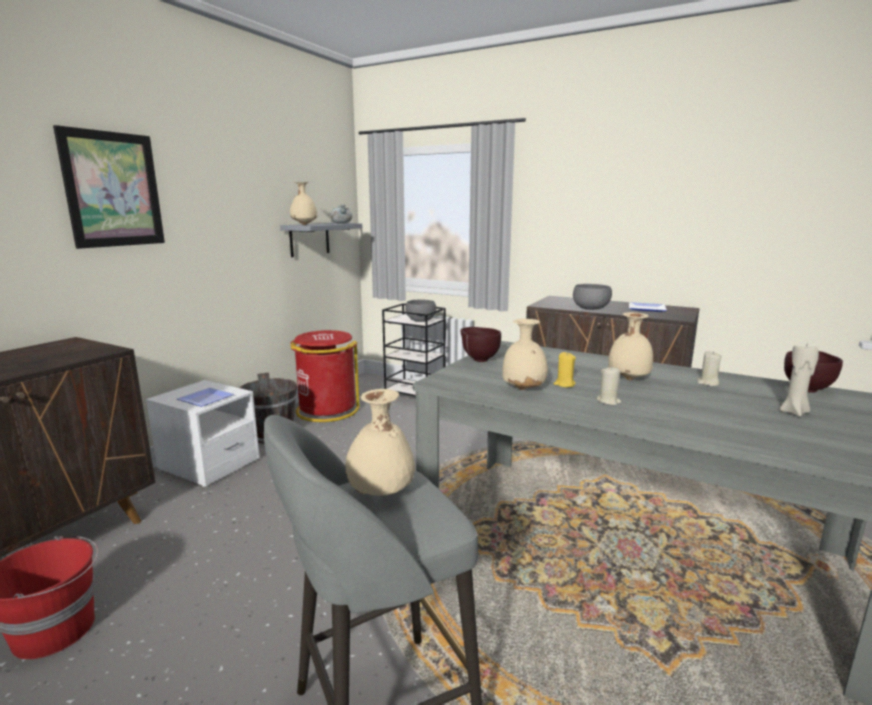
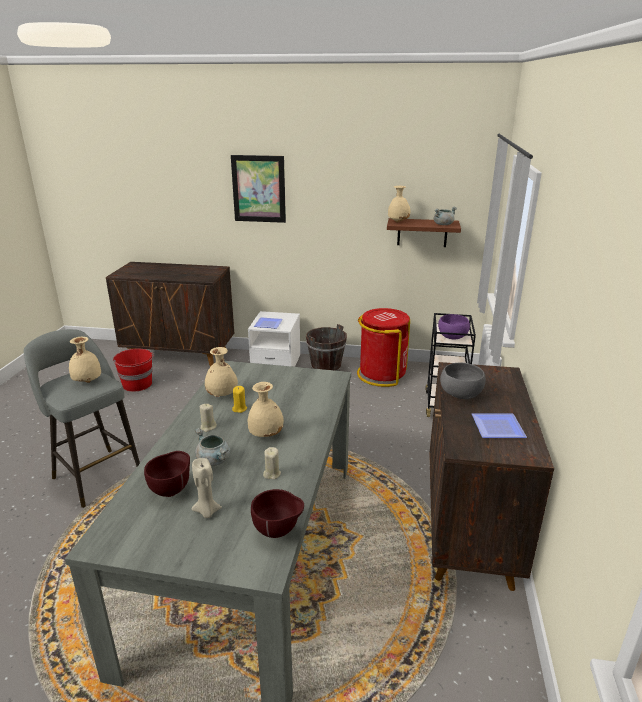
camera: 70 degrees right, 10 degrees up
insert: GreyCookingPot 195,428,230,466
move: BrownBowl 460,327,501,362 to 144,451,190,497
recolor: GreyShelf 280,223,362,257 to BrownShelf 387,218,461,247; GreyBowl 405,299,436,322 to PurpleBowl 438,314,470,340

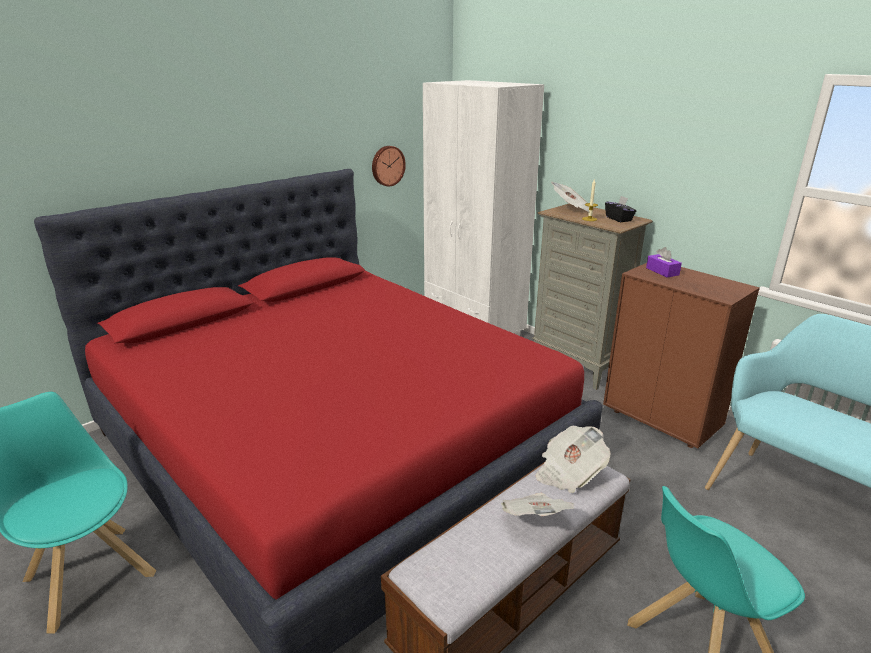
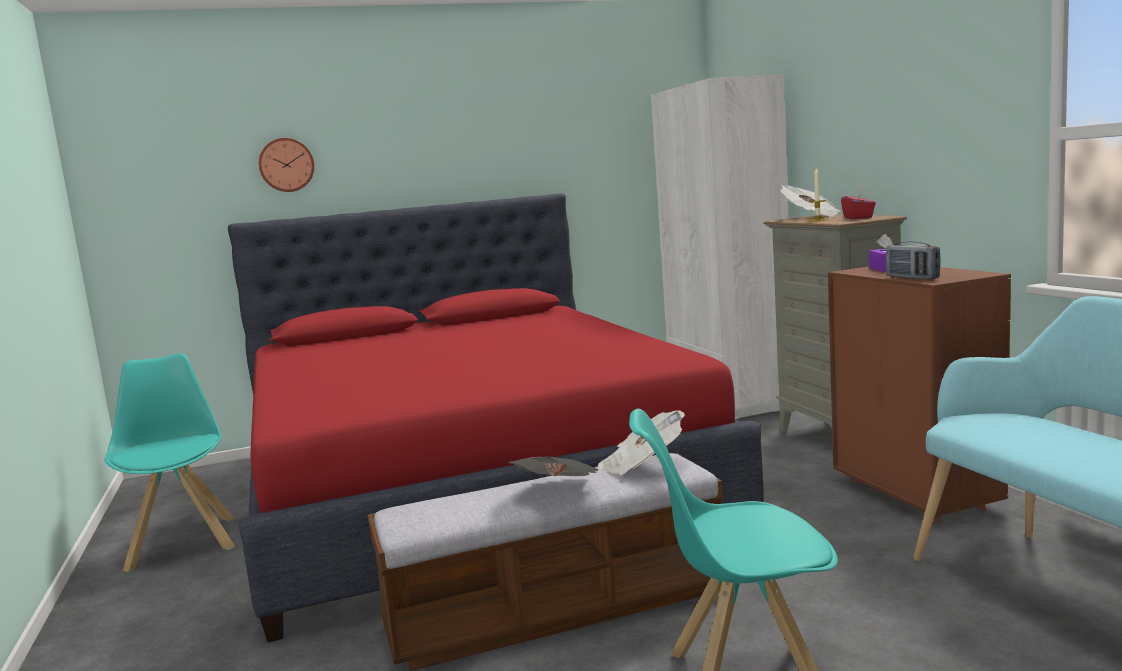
camera: 25 degrees right, 15 degrees down
insert: Radio 886,241,941,280
move: WallClock 372,146,406,186 to 259,138,314,192
recolor: BlackTissueBox 605,196,636,222 to RedTissueBox 841,188,876,219

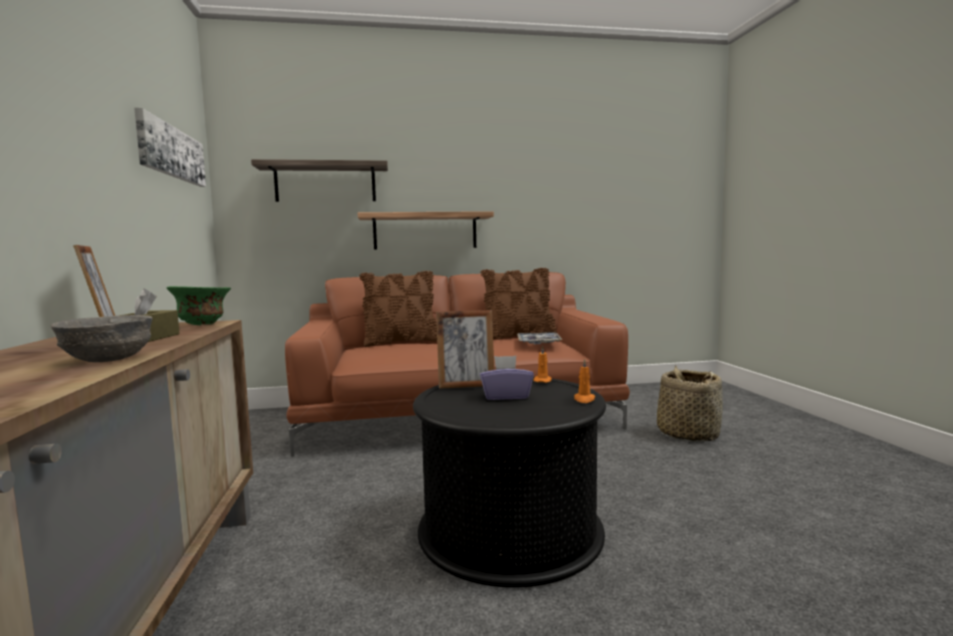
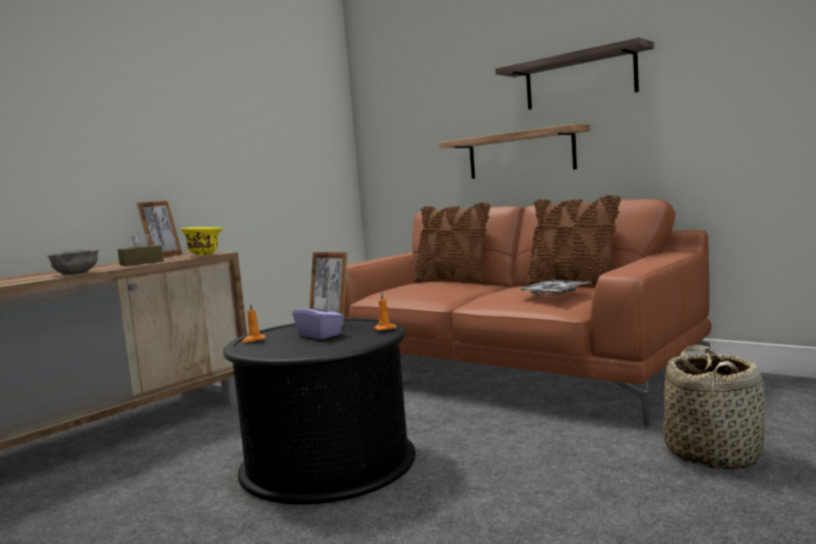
camera: 50 degrees right, 0 degrees up
delete: Picture 134,108,206,187
move: Shelf 251,159,388,202 to 495,37,654,110; OrangeCandle 574,359,595,403 to 242,303,265,343
recolor: GreenBowl 166,286,231,325 to YellowBowl 180,227,222,255

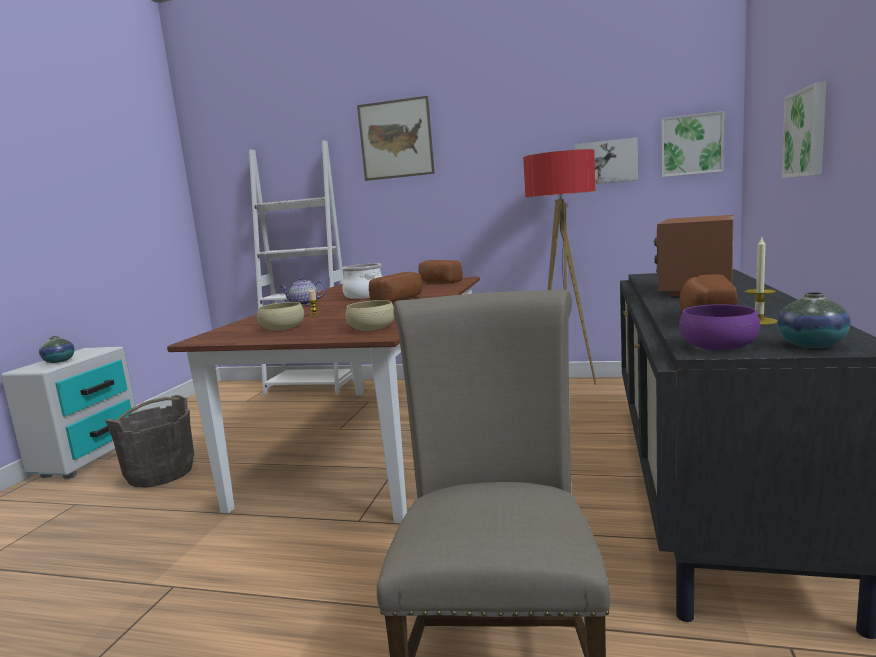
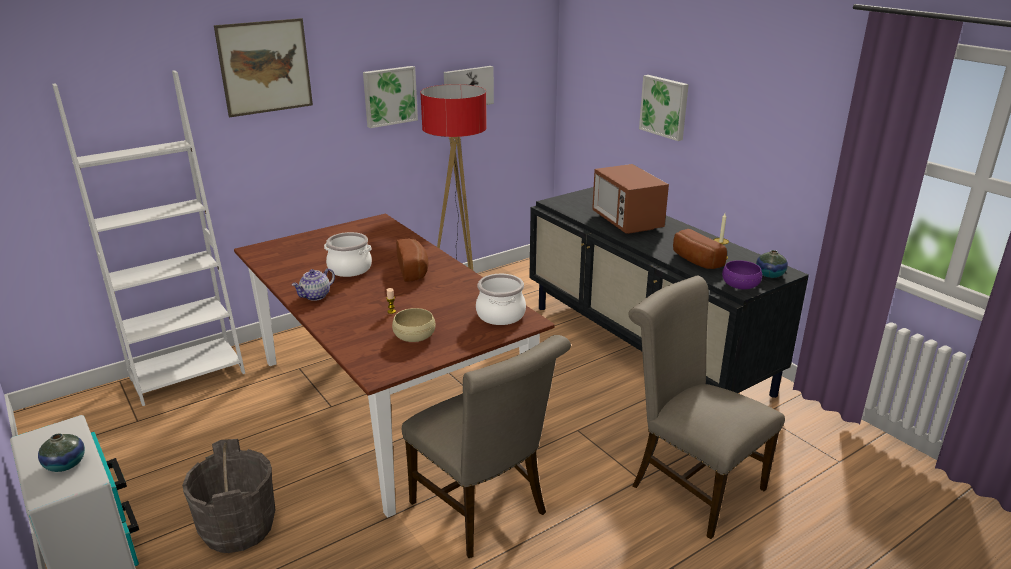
camera: 50 degrees left, 15 degrees up
delete: Bread 418,260,463,283
insert: BeigeChair 402,335,571,558
move: Picture 661,111,724,177 to 363,66,418,128
replace: BeigeBowl 346,300,394,331 to CookingPot 476,274,526,325

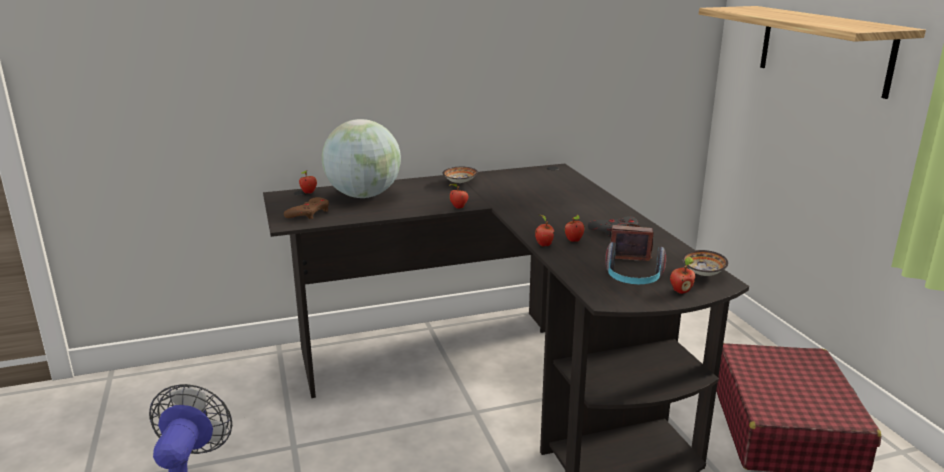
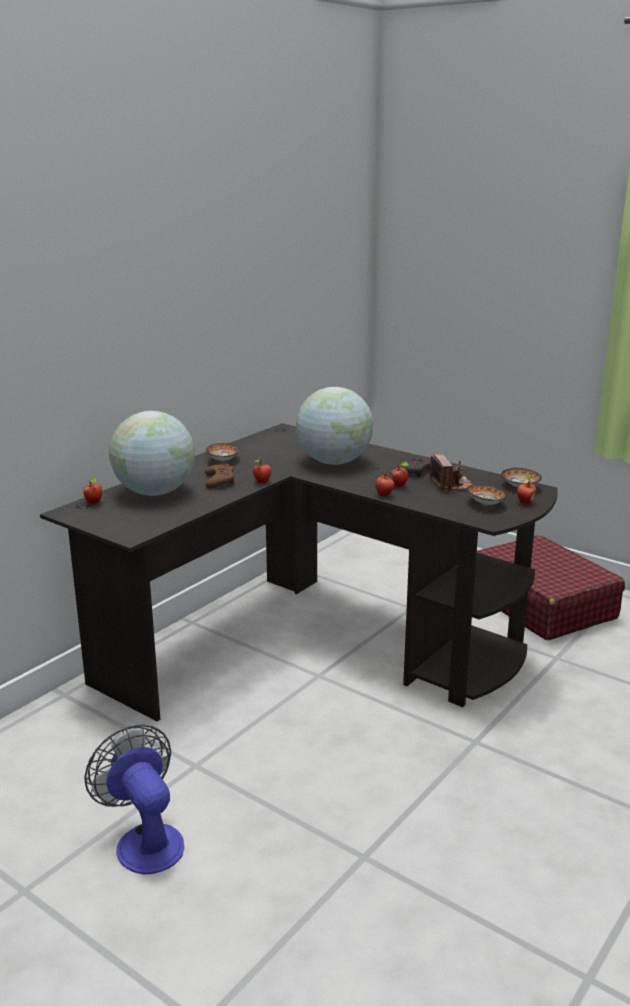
camera: 35 degrees left, 0 degrees up
delete: Shelf 699,6,926,99
insert: Globe 296,387,373,465
move: BrownGameController 284,197,329,219 to 205,464,235,489
replace: Headphones 605,242,666,284 to Bowl 467,484,507,505
rotate: PhotoCamera 611,223,654,261 = 429,454,472,492 105 degrees clockwise

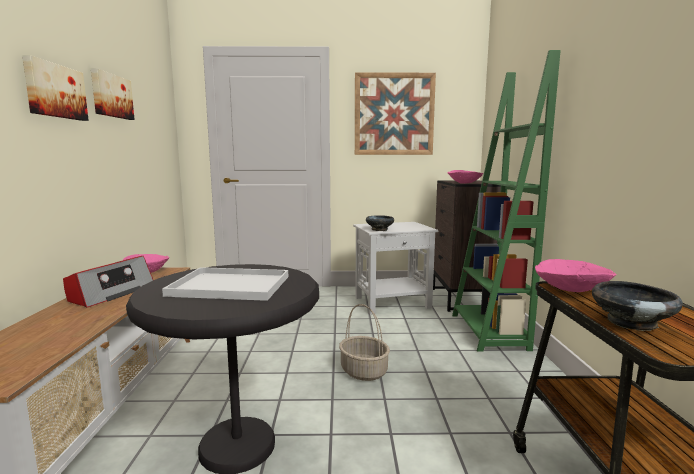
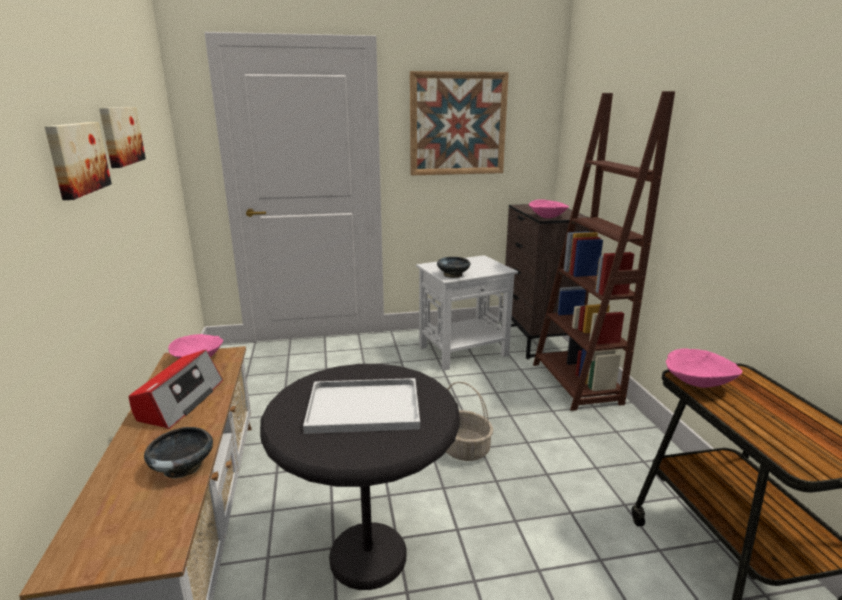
camera: 10 degrees left, 10 degrees up
move: BlackBowl 592,281,683,331 to 144,427,213,479
recolor: GreenBookcase 452,50,561,352 to BrownBookcase 533,91,675,411

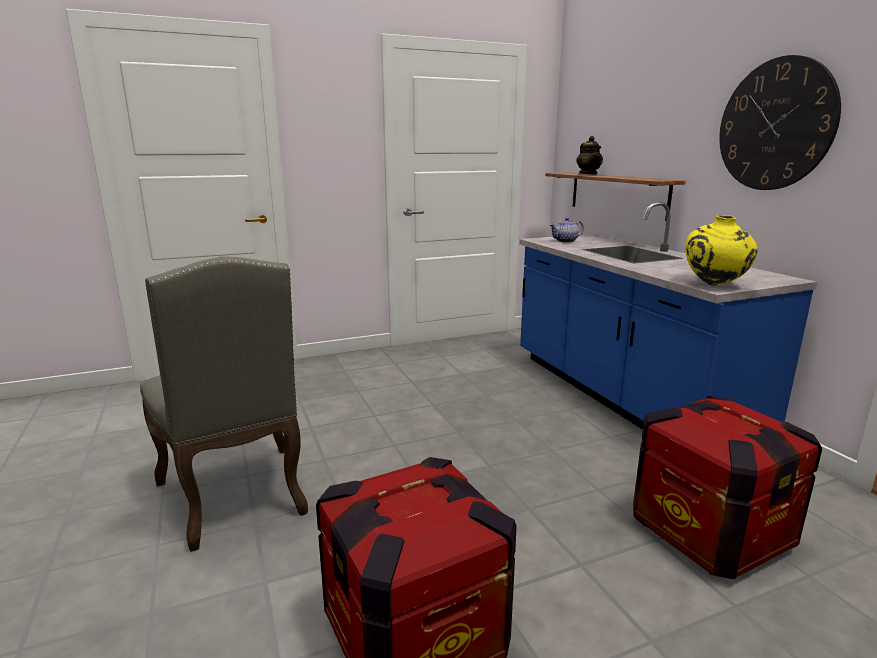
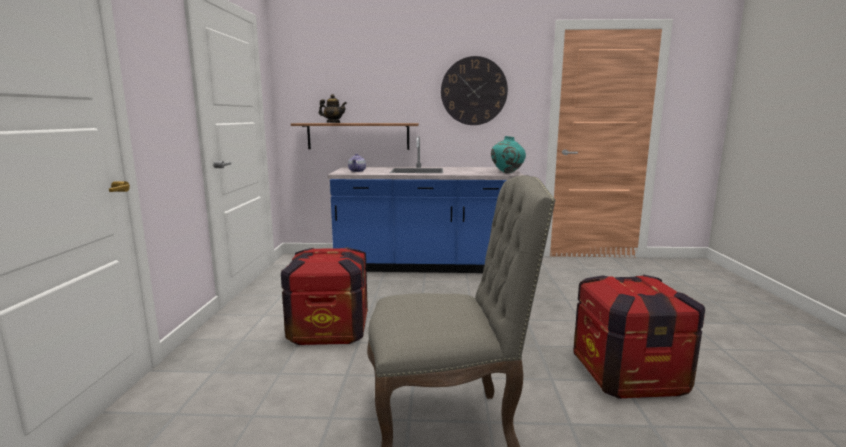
camera: 65 degrees left, 5 degrees down
move: Crate 633,396,822,579 to 281,247,368,345
recolor: YellowVase 685,215,758,285 to TurquoiseVase 491,136,526,174

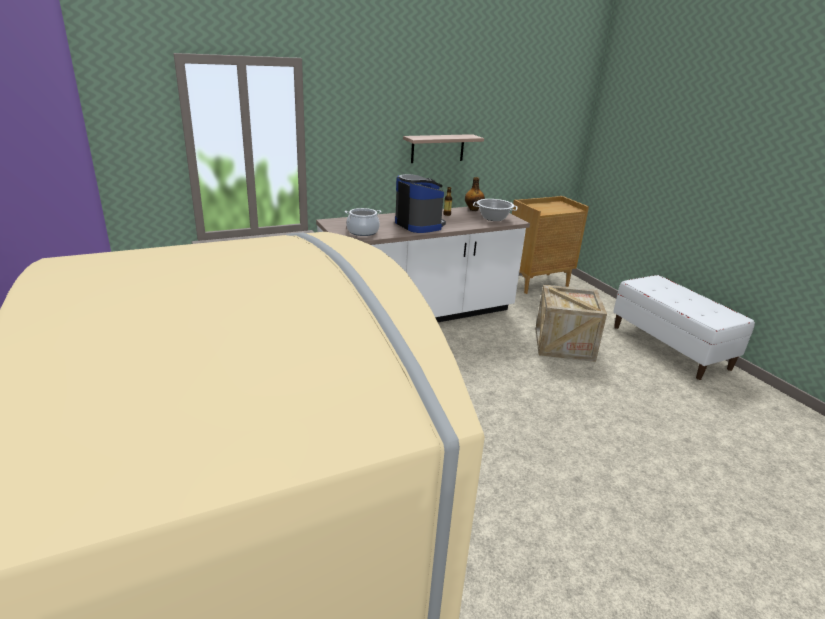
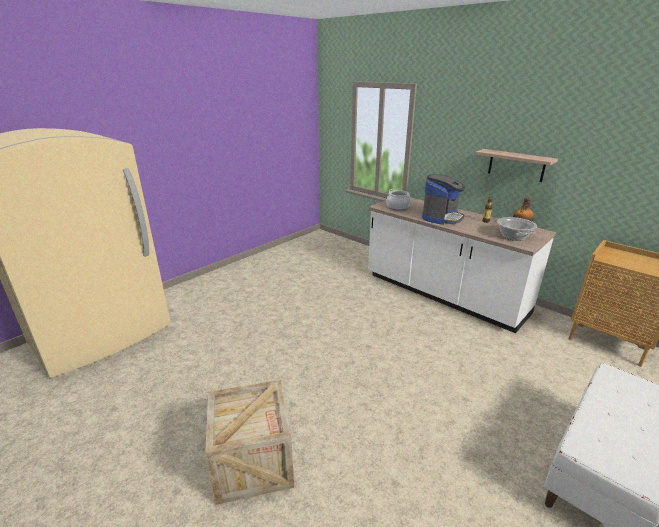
camera: 70 degrees right, 0 degrees up
move: Crate 535,285,607,362 to 205,380,294,505

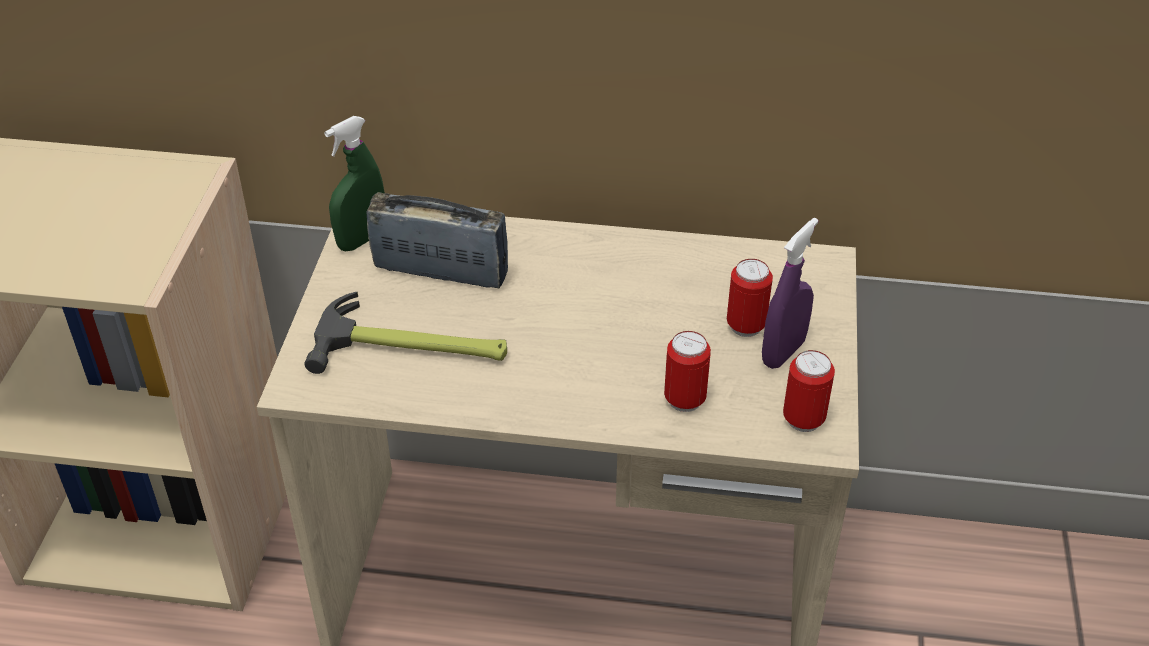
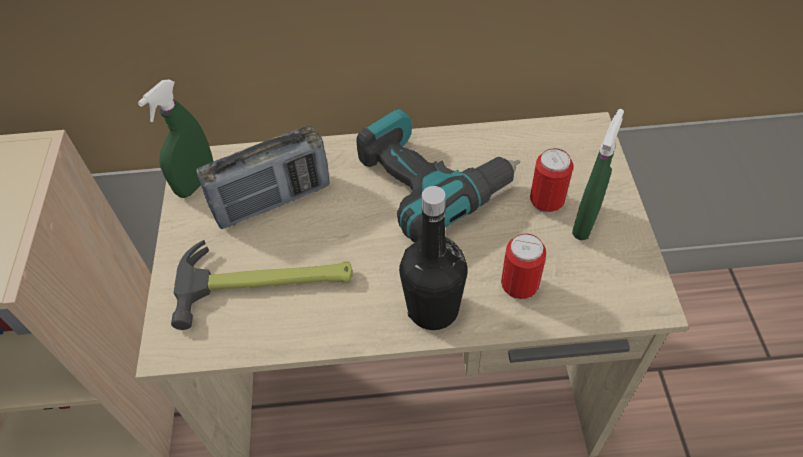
camera: 10 degrees left, 10 degrees up
delete: Can 783,350,835,432
insert: PowerDrill 356,109,520,242; BlackBottle 399,186,468,330
recolor: PurpleSprayBottle 762,218,818,369 to GreenSprayBottle 572,109,624,240
rotate: Radio 367,192,508,288 = 196,125,330,229 150 degrees clockwise

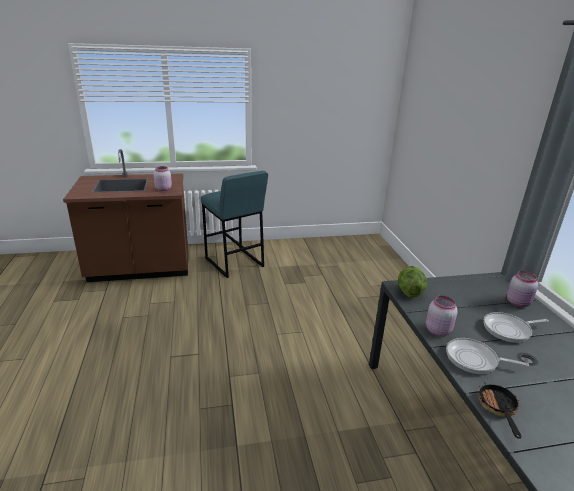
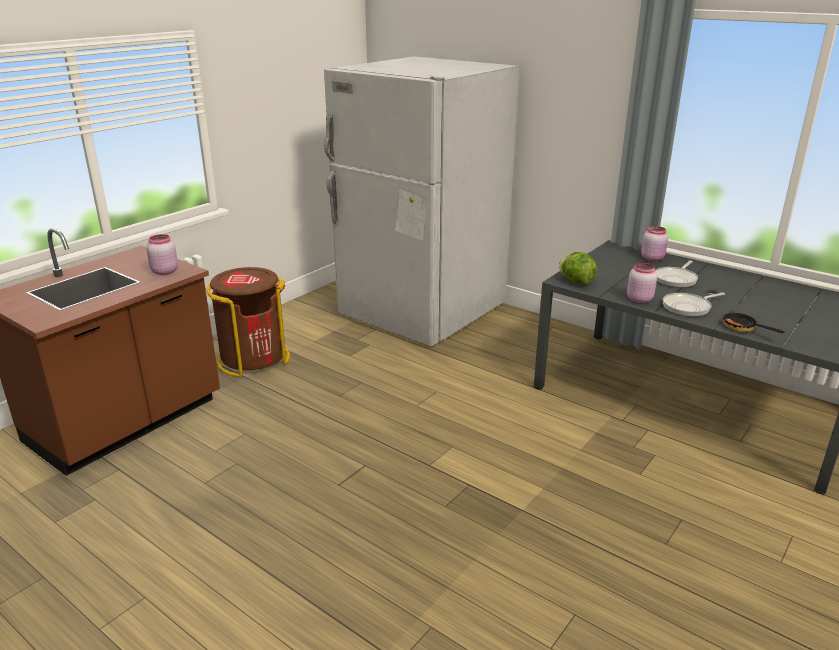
camera: 40 degrees left, 0 degrees up
insert: WhiteFridge 324,56,520,346
replace: TurquoiseStool 201,171,268,278 to BrownTrashCan 206,267,290,377

